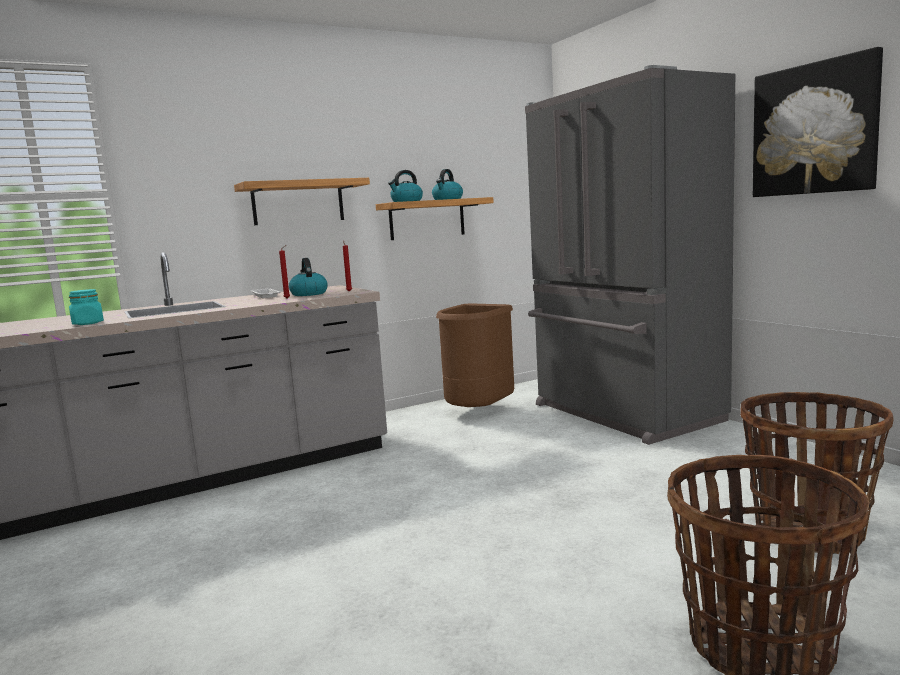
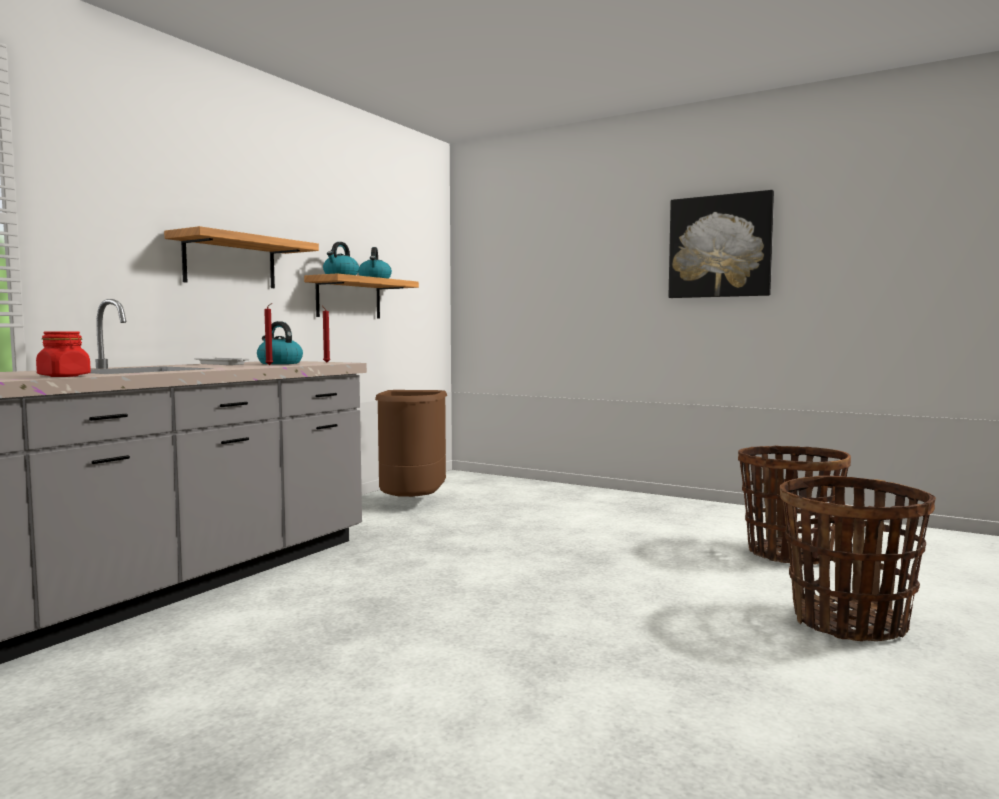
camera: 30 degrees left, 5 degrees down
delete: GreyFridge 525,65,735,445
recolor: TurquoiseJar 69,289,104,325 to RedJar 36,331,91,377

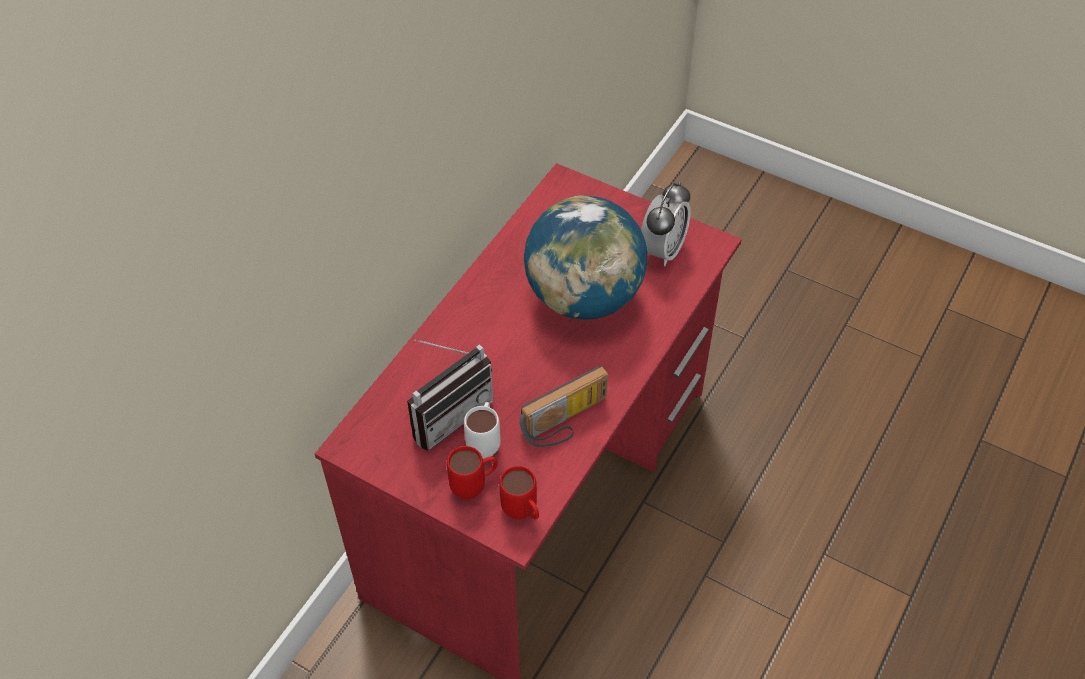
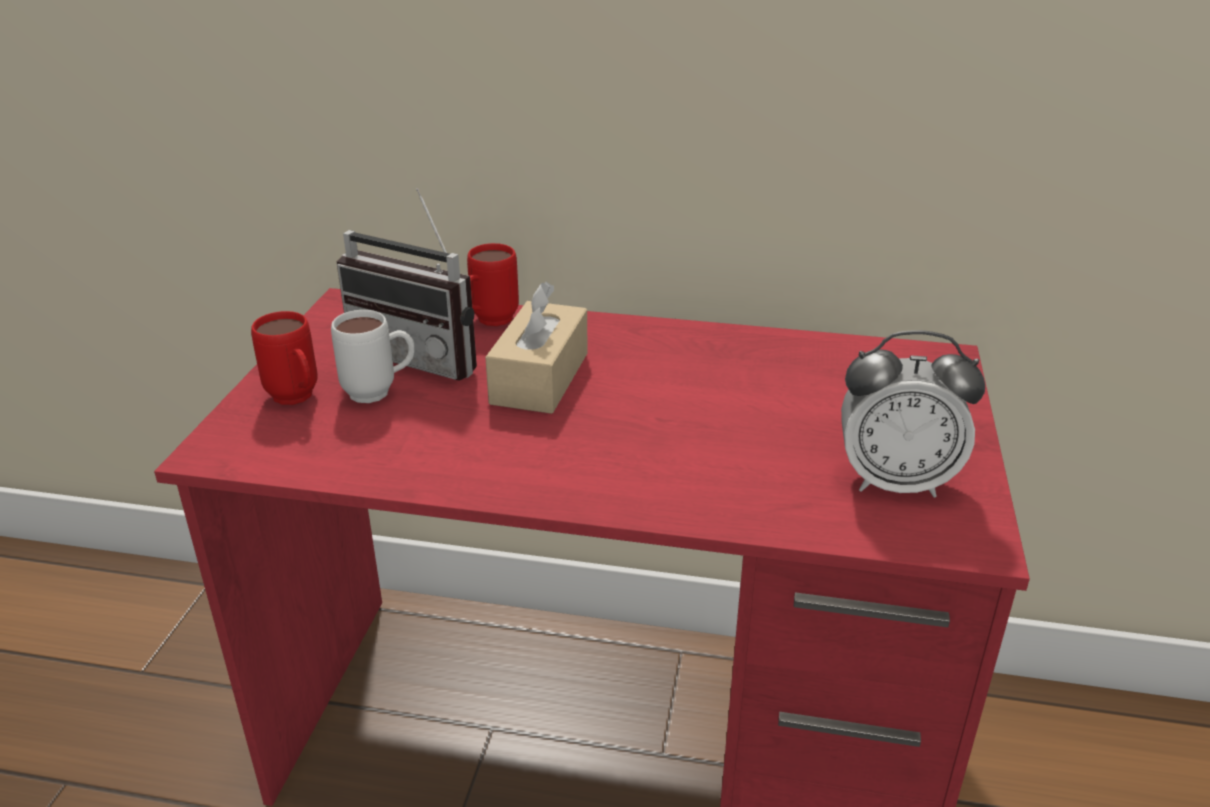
camera: 70 degrees right, 20 degrees down
delete: Globe 524,195,647,320; Radio 519,366,608,447
insert: BeigeTissueBox 485,282,588,414
move: RedMug 499,466,539,520 to 467,243,519,326

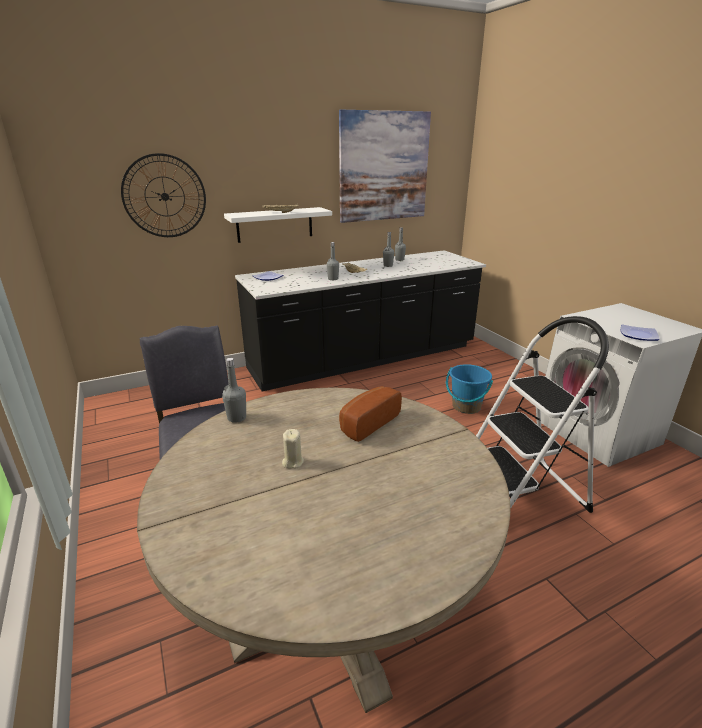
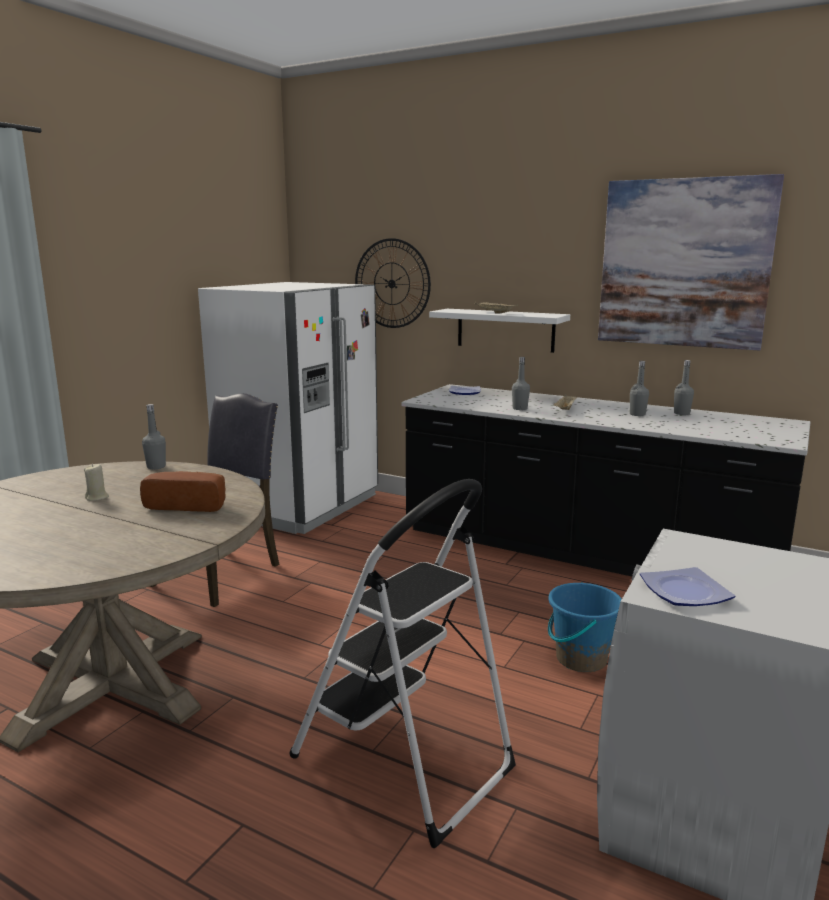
camera: 55 degrees right, 10 degrees down
insert: WhiteFridge 198,282,378,534

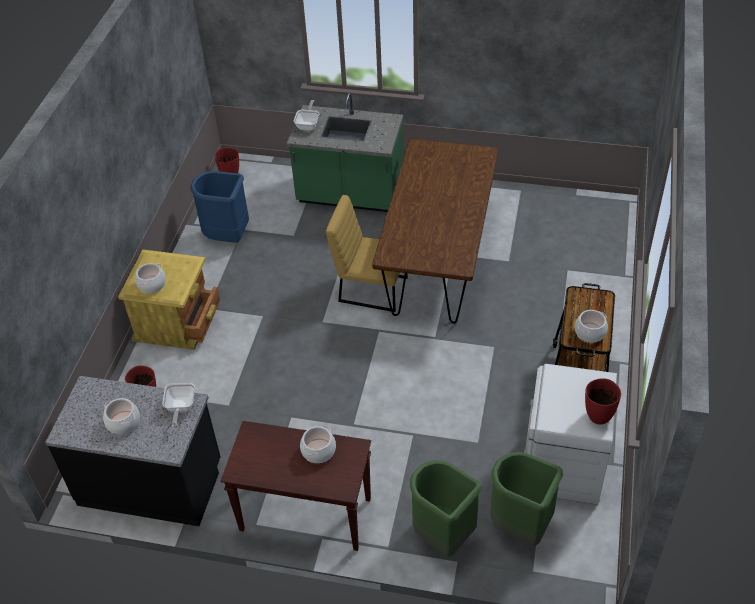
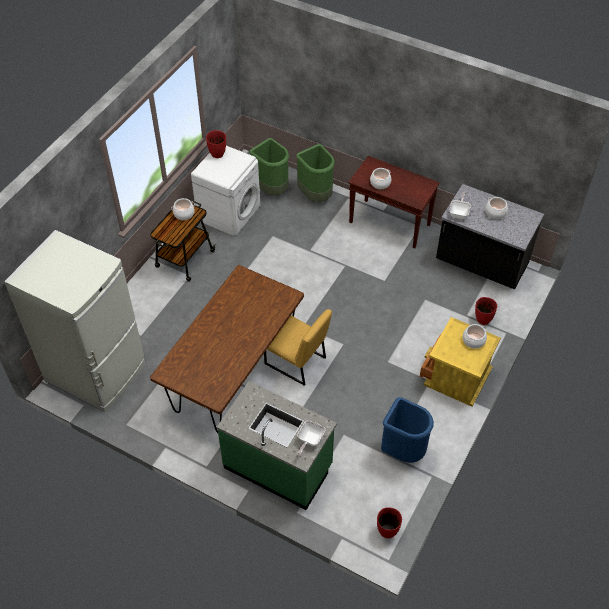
camera: 165 degrees left, 5 degrees up
insert: WhiteFridge 4,230,145,412

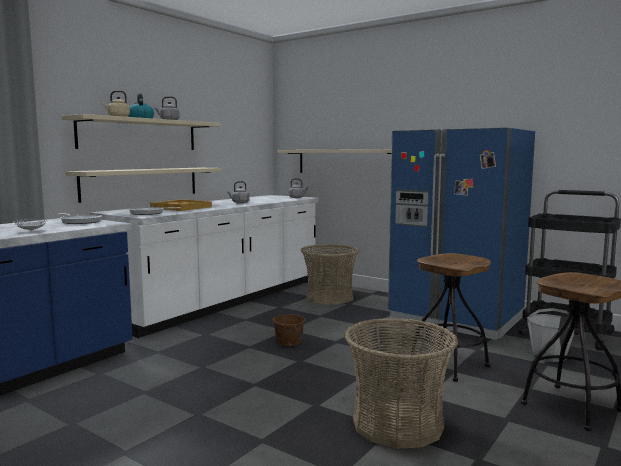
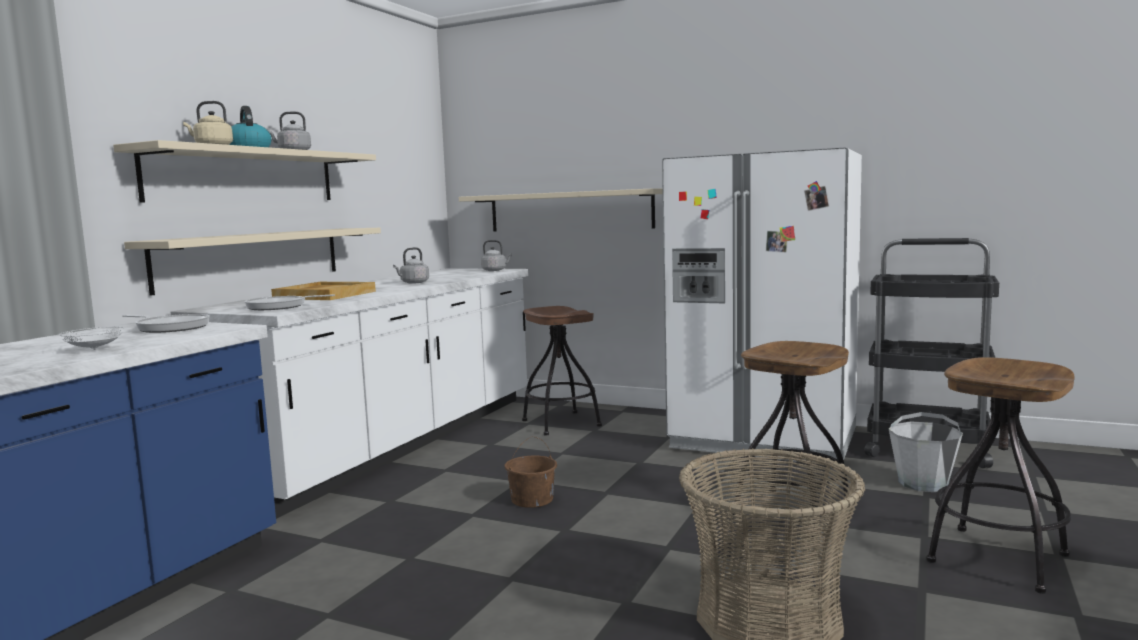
camera: 10 degrees left, 0 degrees up
replace: Basket 301,244,359,304 to BrownStool 522,306,602,436
recolor: BlueFridge 388,127,535,340 to WhiteFridge 662,148,862,462

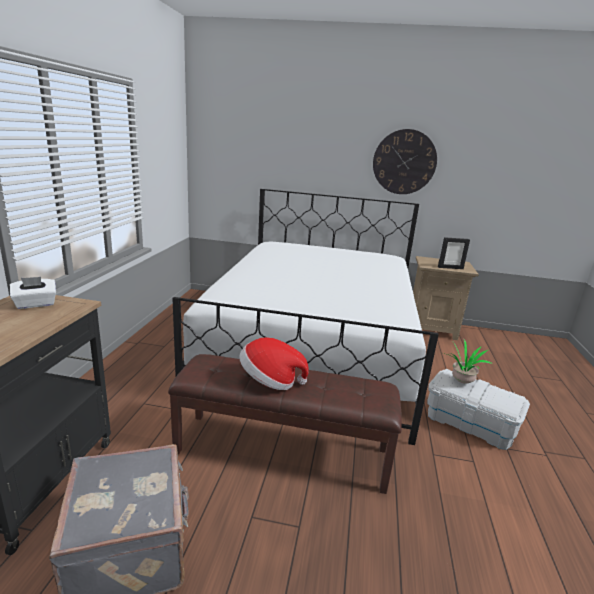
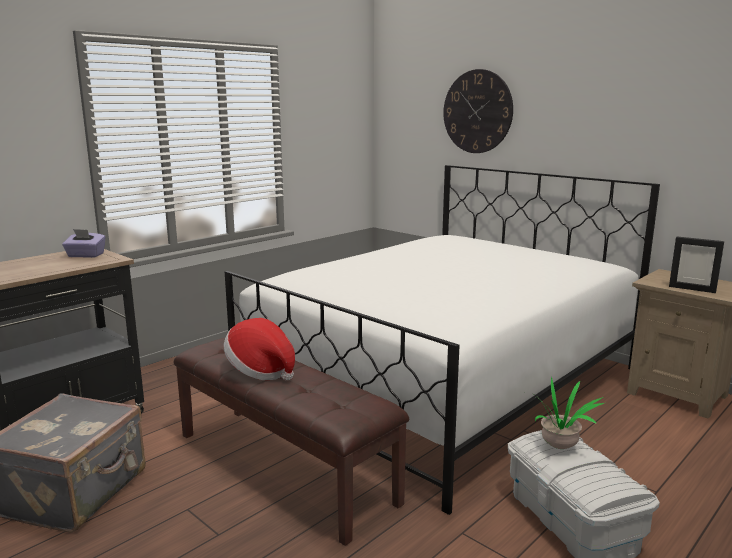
camera: 35 degrees right, 5 degrees down
move: WallClock 373,129,437,194 to 443,69,513,153
recolor: WhiteTissueBox 10,277,56,309 to PurpleTissueBox 62,229,106,258

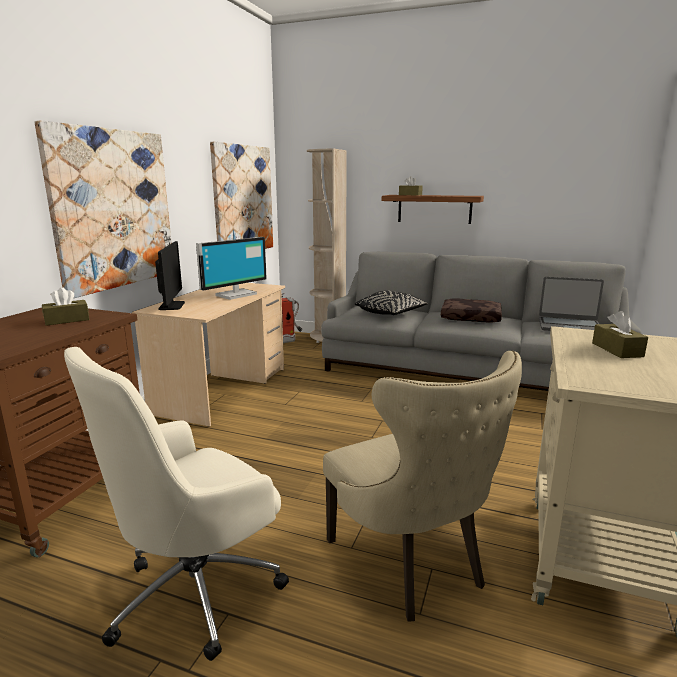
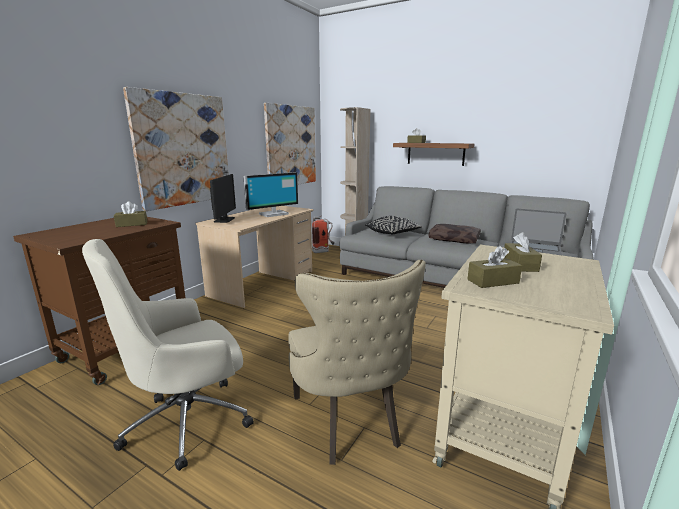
camera: 10 degrees right, 0 degrees up
insert: BrownTissueBox 468,246,522,288

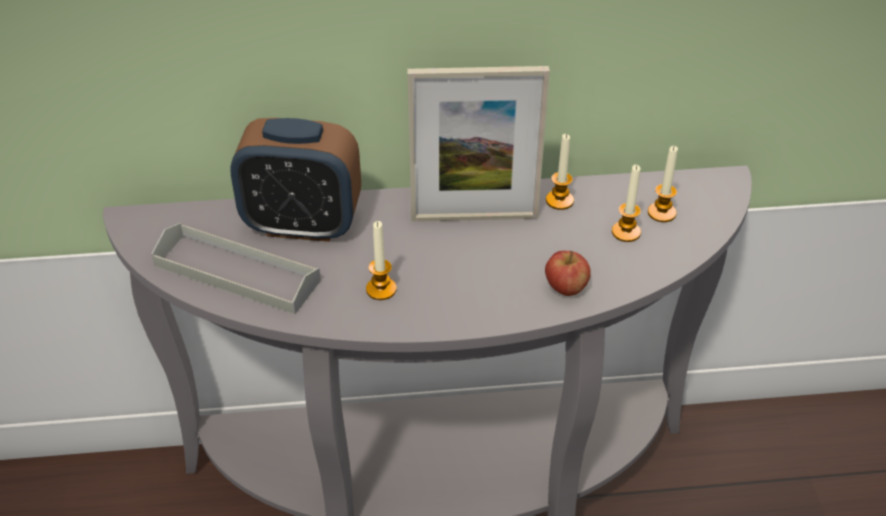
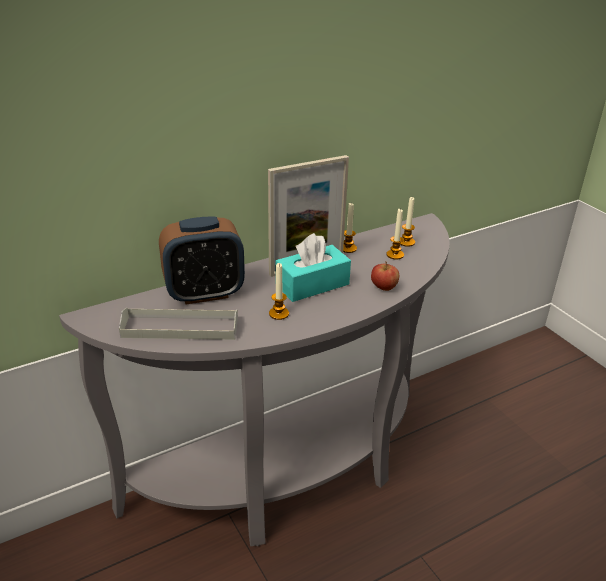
camera: 25 degrees left, 10 degrees down
insert: TurquoiseTissueBox 275,233,351,302

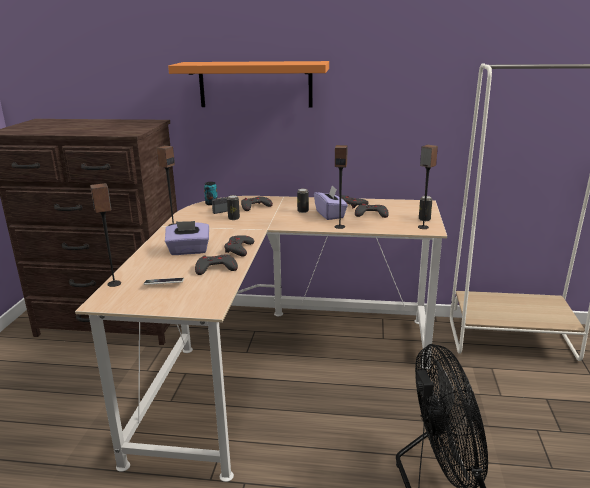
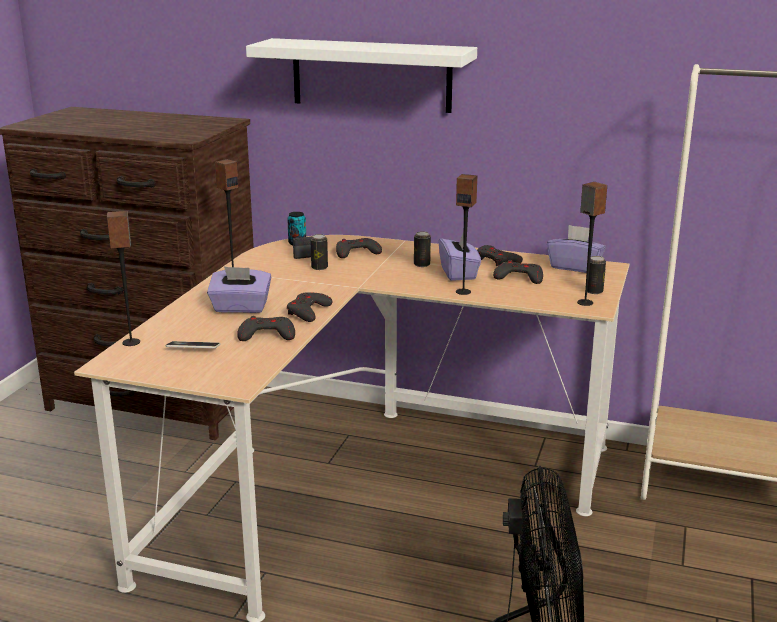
camera: 10 degrees right, 0 degrees up
insert: PurpleTissueBox 547,225,606,273
recolor: OrangeShelf 168,61,329,108 to WhiteShelf 246,38,477,113

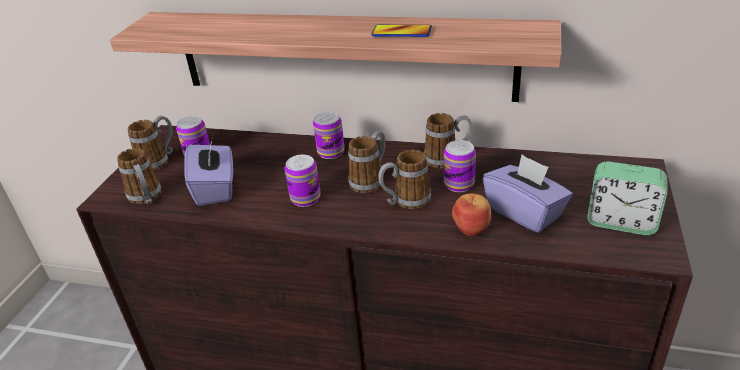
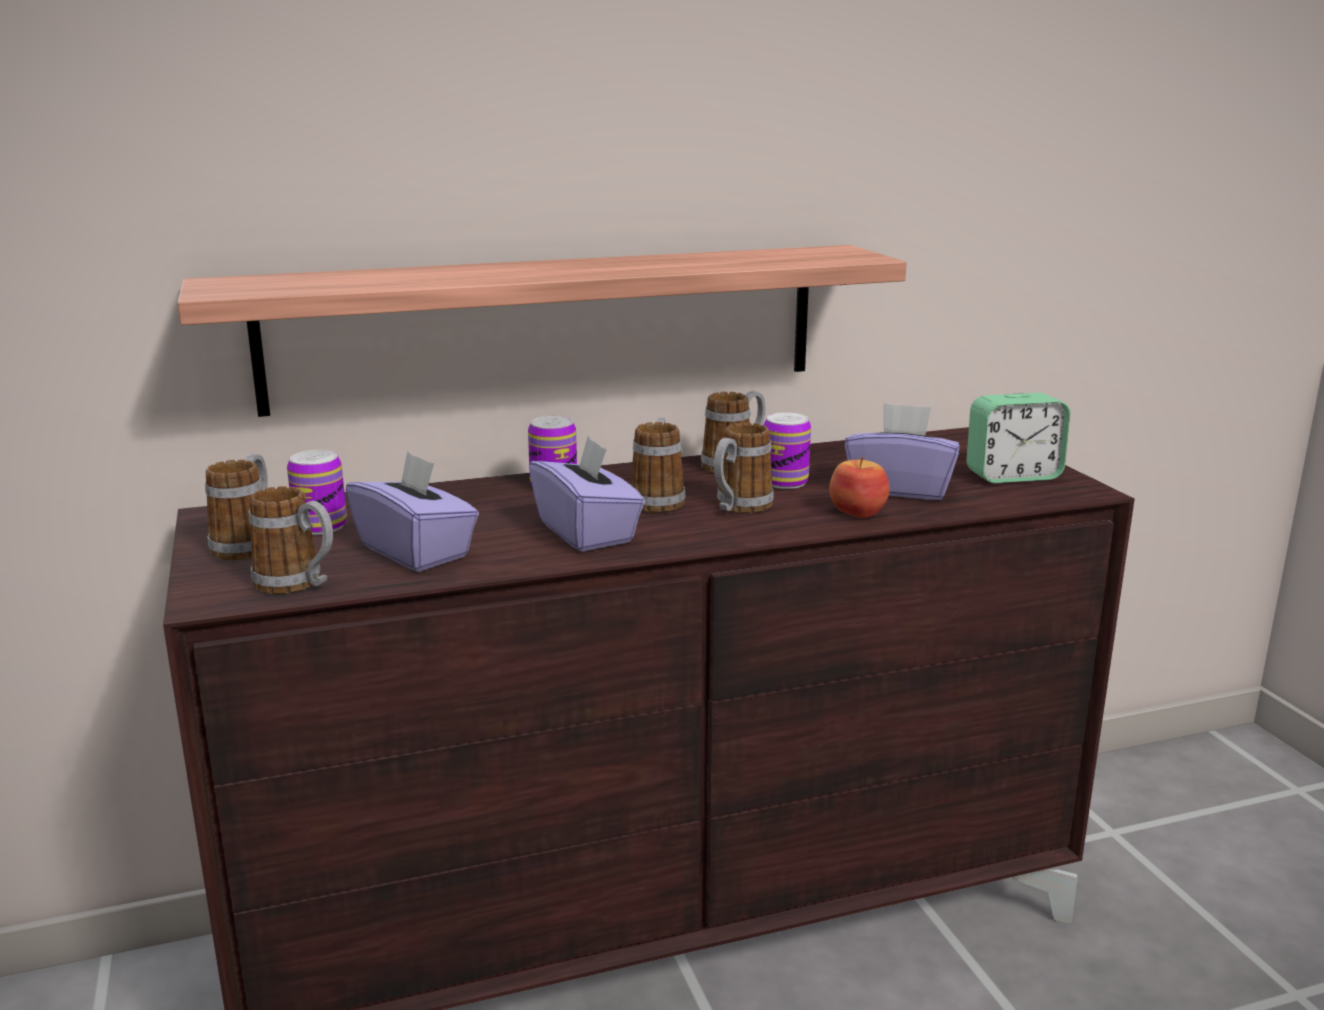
camera: 35 degrees left, 15 degrees down
delete: Phone 371,25,432,37
replace: Can 284,155,321,207 to PurpleTissueBox 529,436,645,552

